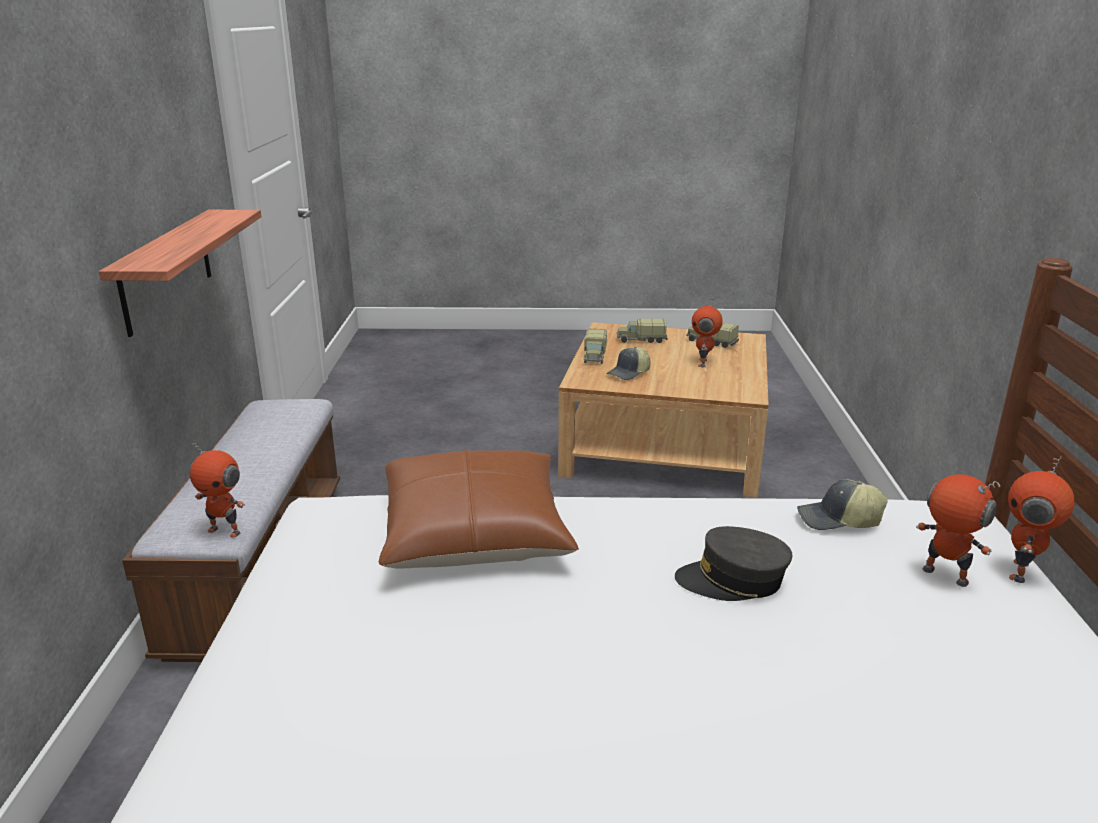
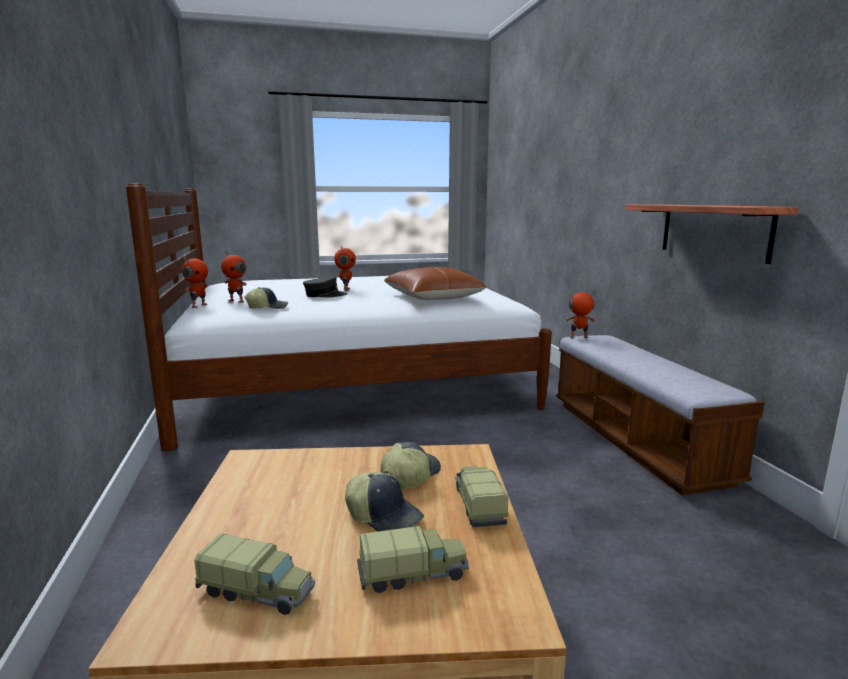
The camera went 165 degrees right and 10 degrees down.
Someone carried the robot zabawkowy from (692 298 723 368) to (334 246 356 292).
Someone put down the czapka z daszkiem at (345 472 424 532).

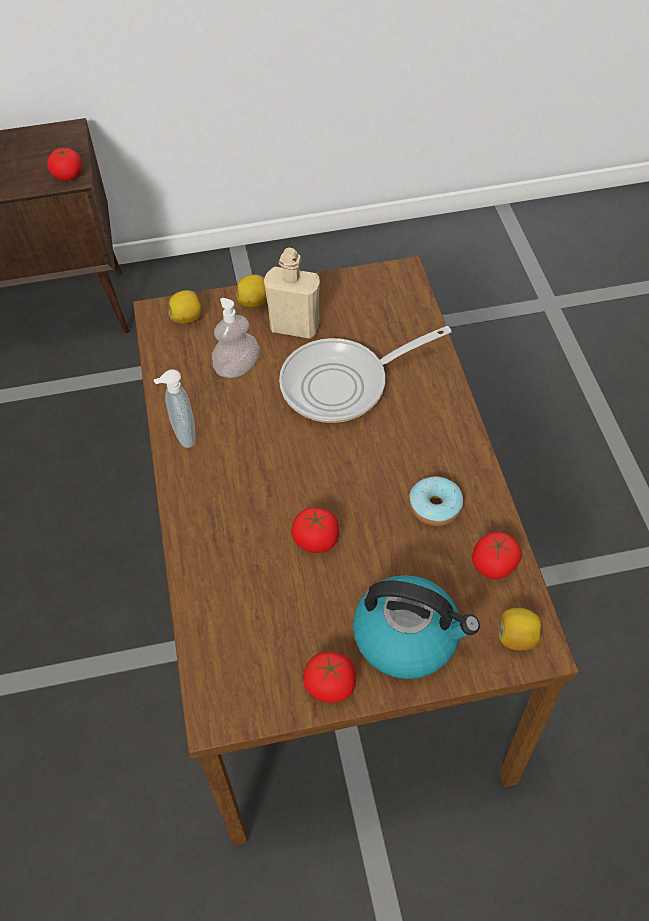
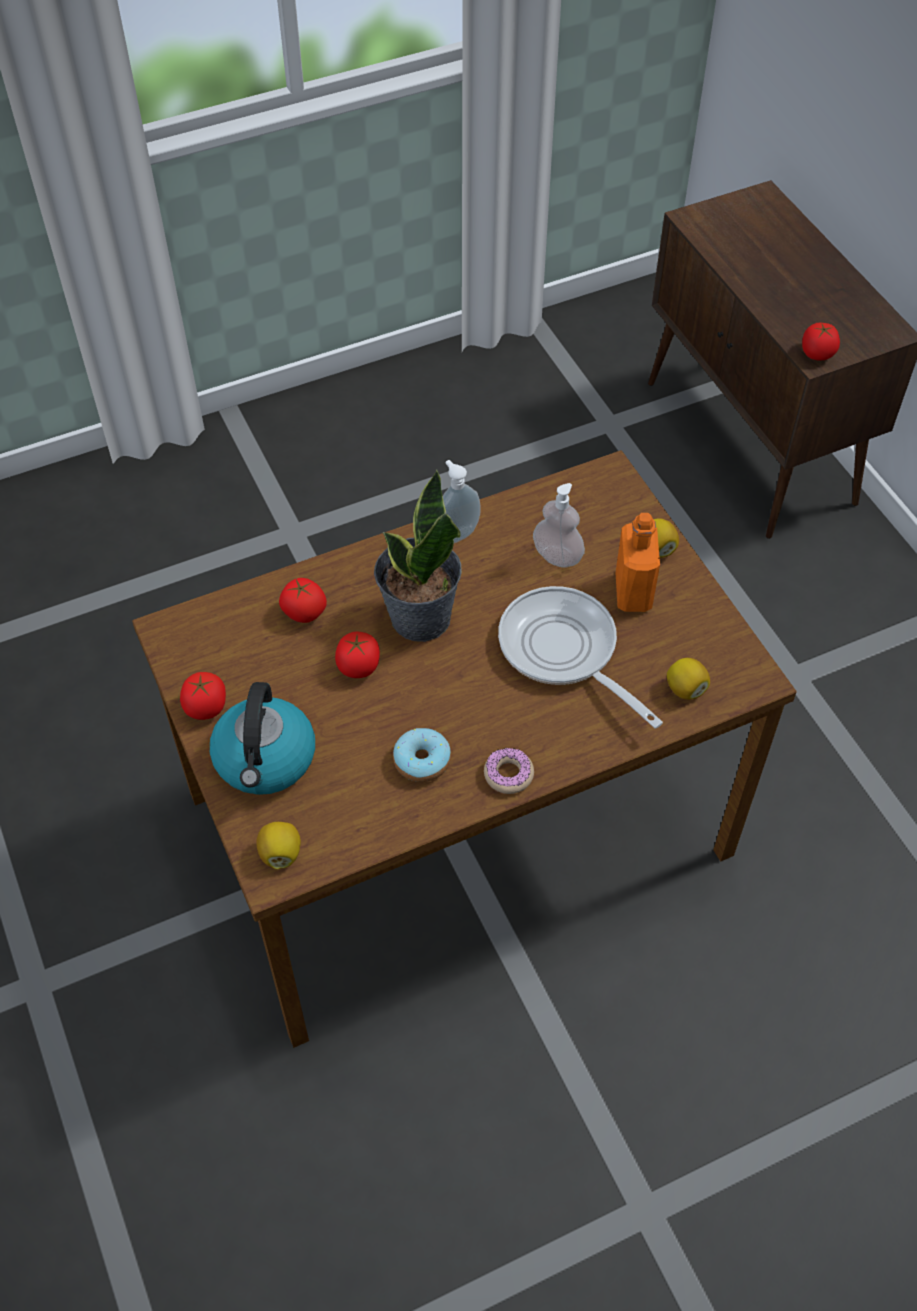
The camera went 75 degrees right and 0 degrees up.
Someone repainted the butelka/beżowy at (264 248 320 339), which became the butelka/pomarańczowy at (616 513 660 612).
Someone carried the cytryna from (168 290 202 324) to (667 658 710 700).
Someone carried the pomidor from (472 532 522 579) to (279 578 327 623).
Someone put down the roślina doniczkowa at (374 469 462 642).
Someone put down the donut at (484 748 534 794).

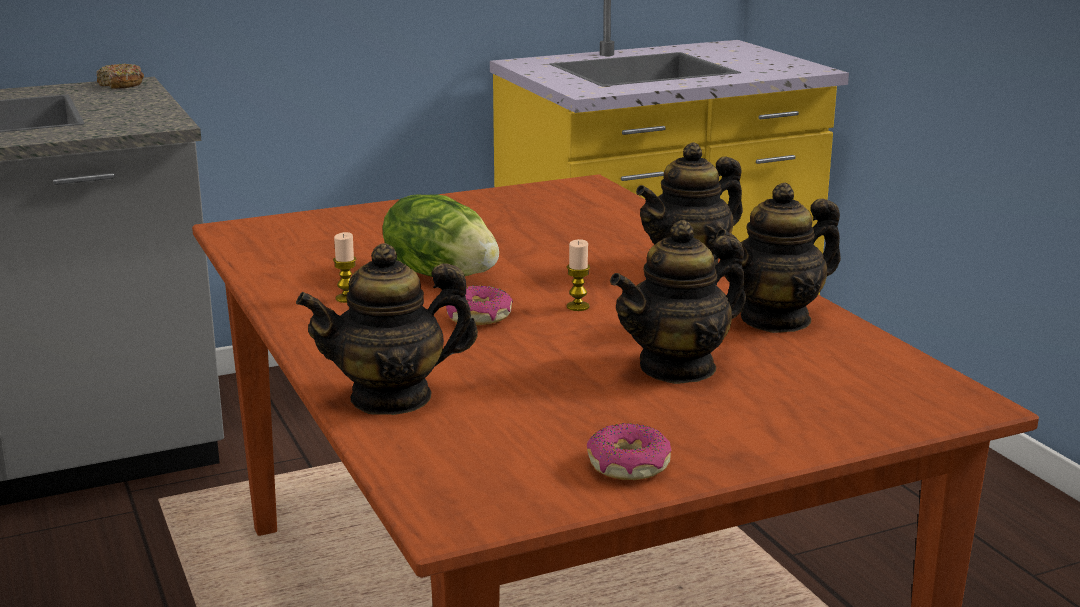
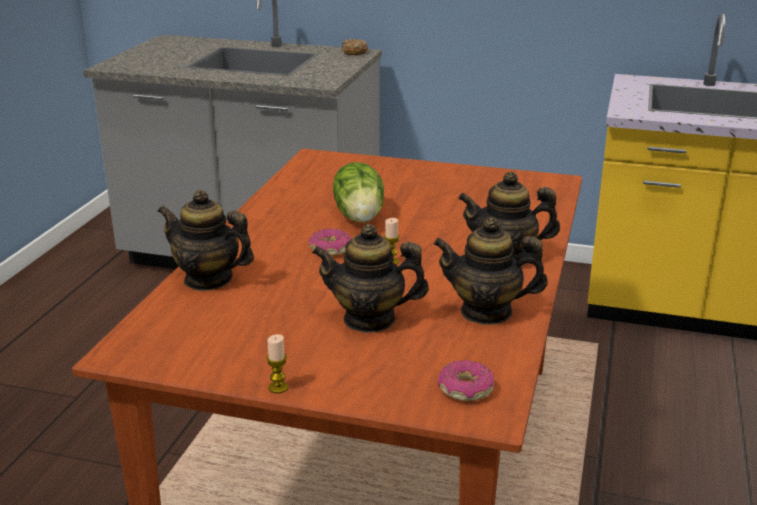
The camera went 40 degrees right and 5 degrees up.
Someone carried the świeca from (333 232 356 303) to (266 334 288 394).
Someone carried the donut from (587 423 671 480) to (438 360 494 401).

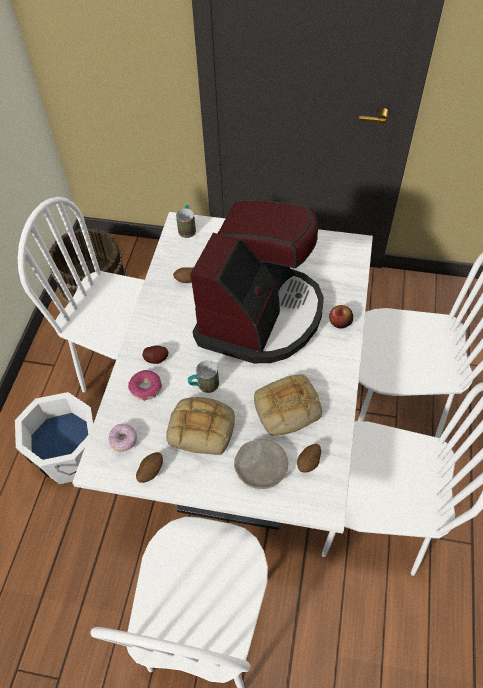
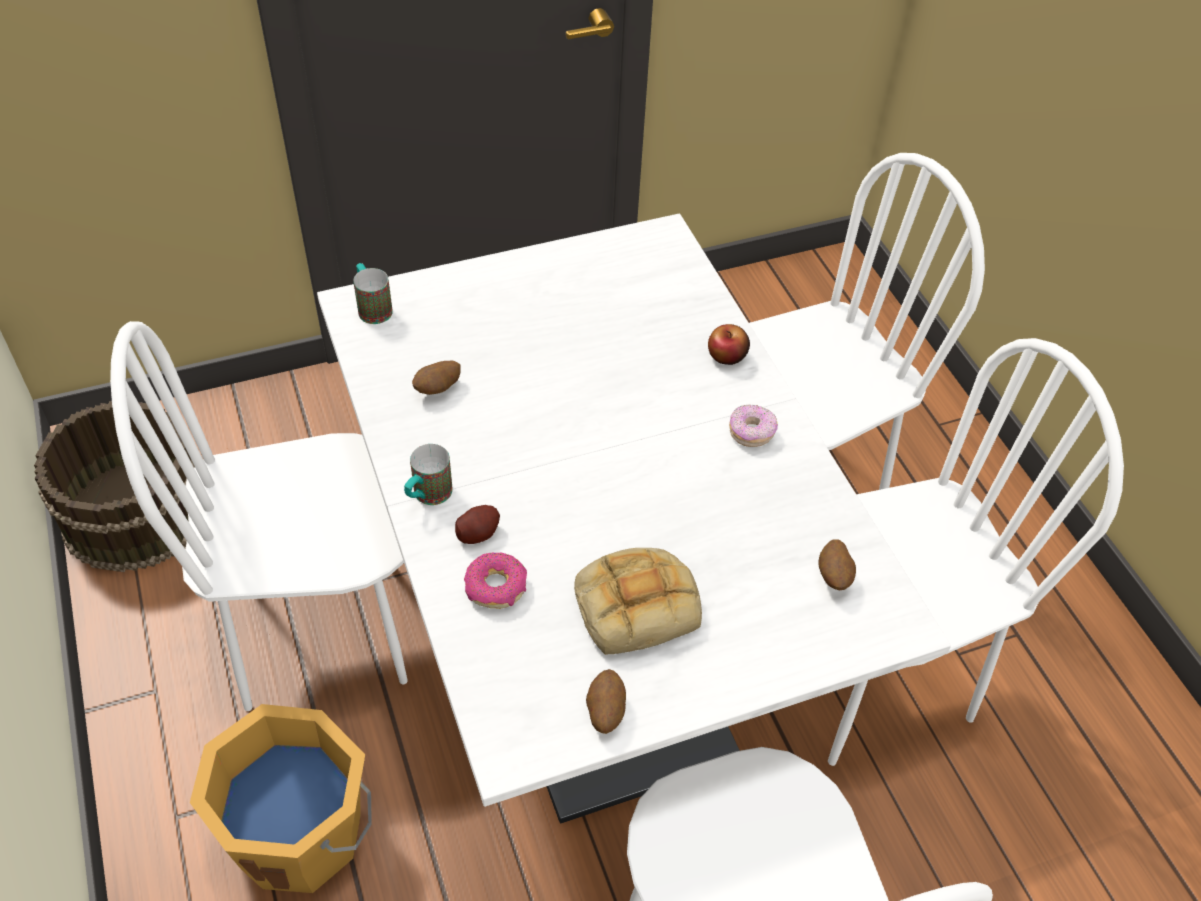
The camera went 35 degrees left and 5 degrees down.
Someone took away the ekspres do kawy at (190 199 324 363).
Someone carried the kubek from (188 360 219 393) to (404 444 453 505).
Someone took away the chleb at (254 375 322 436).
Someone repainted the wiadro/biały at (15 392 93 484), which became the wiadro/pomarańczowy at (190 704 372 893).
Someone carried the donut from (109 423 137 452) to (729 405 778 447).
Someone took away the talerz/beżowy at (234 439 288 489).

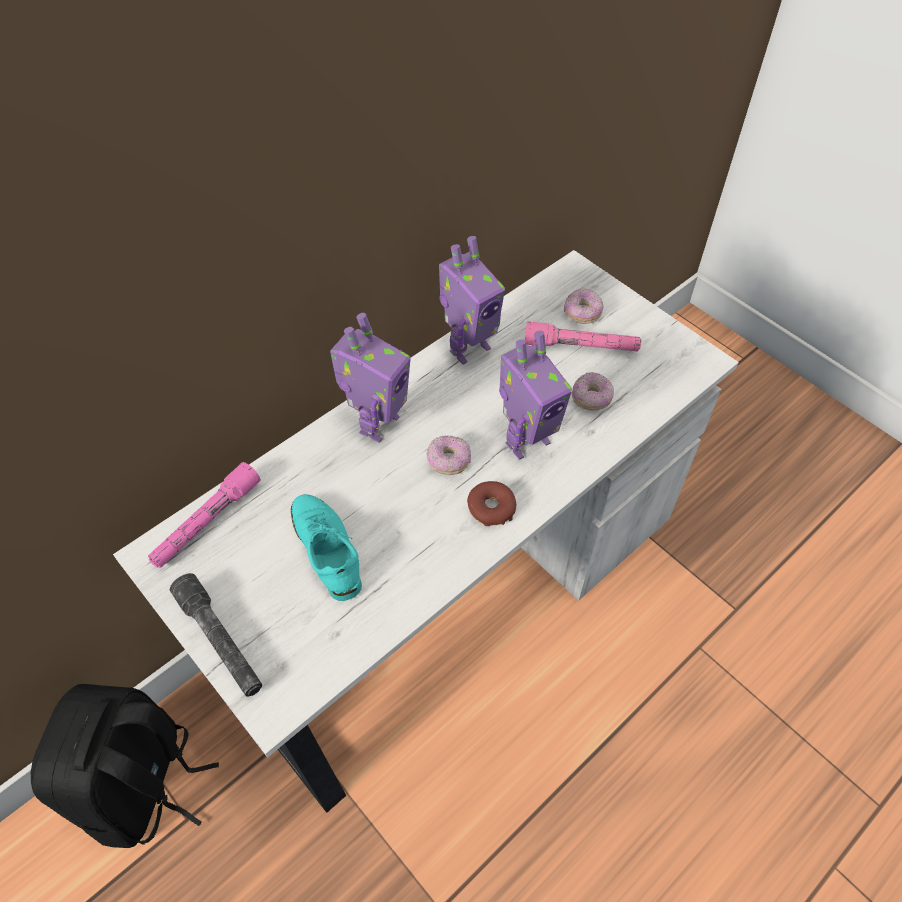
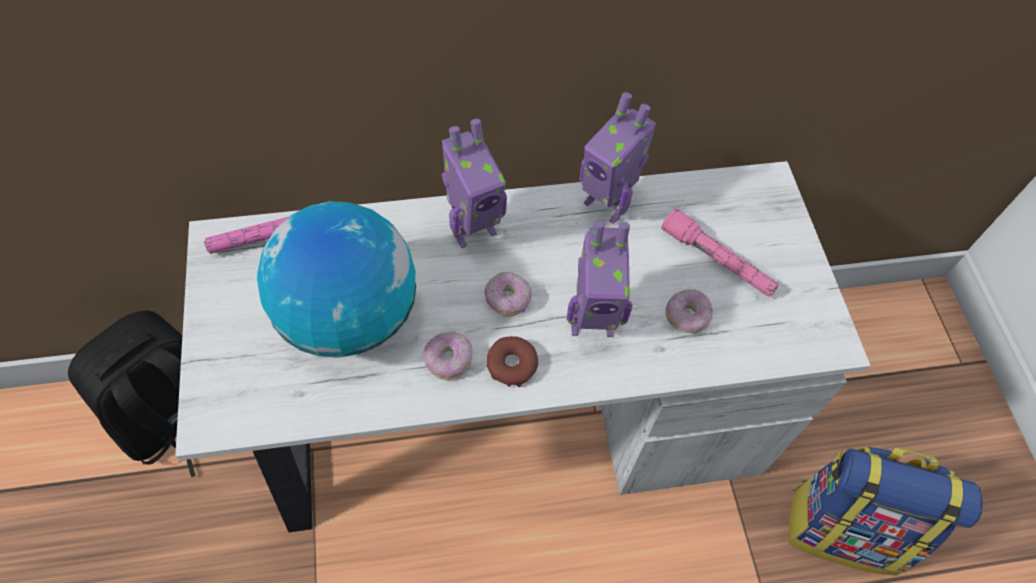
The camera went 30 degrees right and 5 degrees up.
Someone rotated the robot zabawkowy at (439 236 505 365) by 45 degrees clockwise.
Someone carried the donut from (564 288 603 324) to (423 332 473 380).
Someone swapped the but/turkusowy at (291 494 362 601) for the globus at (257 201 416 358).
Someone took away the latarka/szary at (170 573 262 697).
Someone put down the plecak at (789 446 983 575).

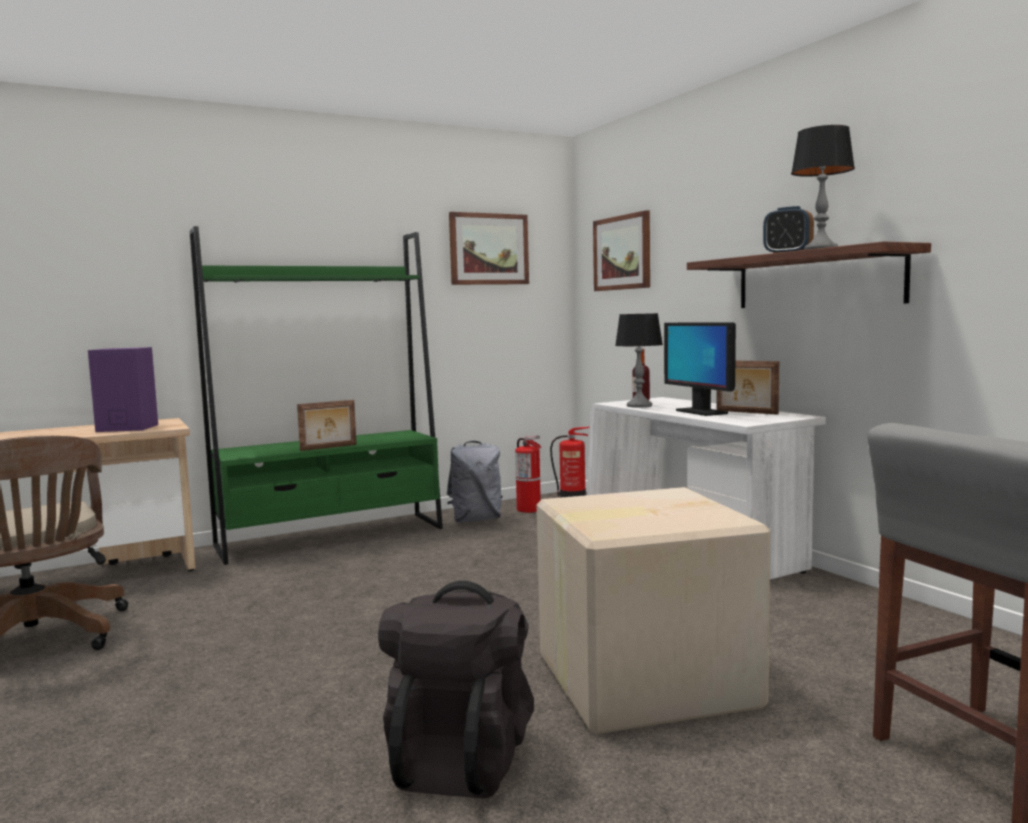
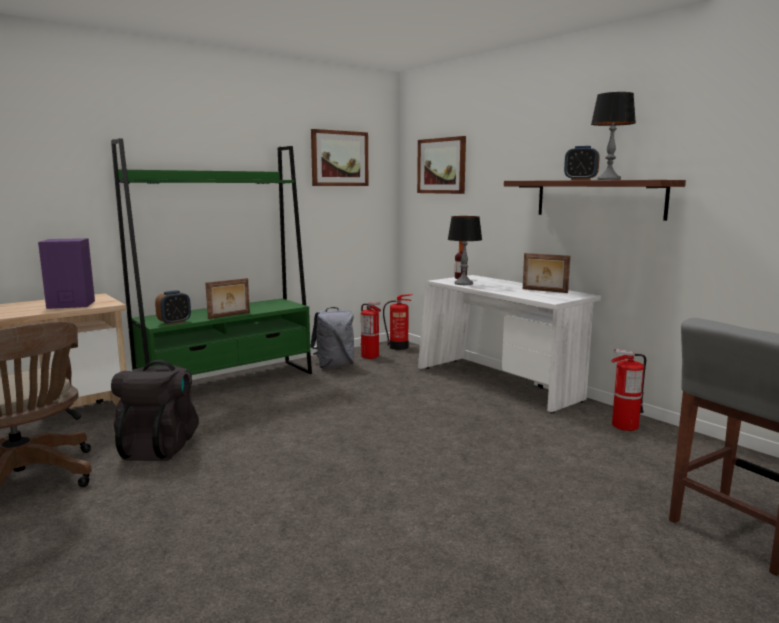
The camera went 10 degrees left and 5 degrees up.
Someone took away the monitor at (664 322 736 416).
Someone took away the karton at (537 487 770 734).
Someone carried the plecak/czarny from (378 581 534 798) to (111 360 199 461).
Someone put down the budzik at (155 290 191 325).
Someone put down the gaśnica at (611 349 646 431).

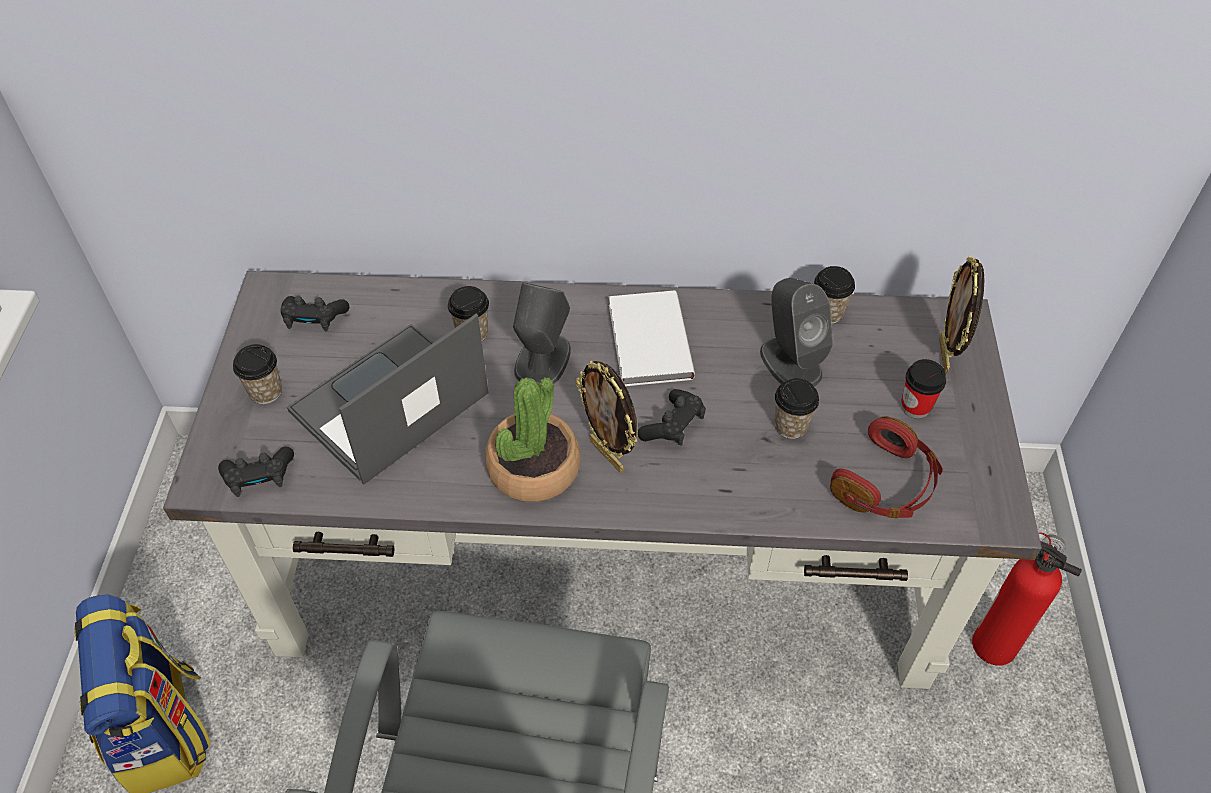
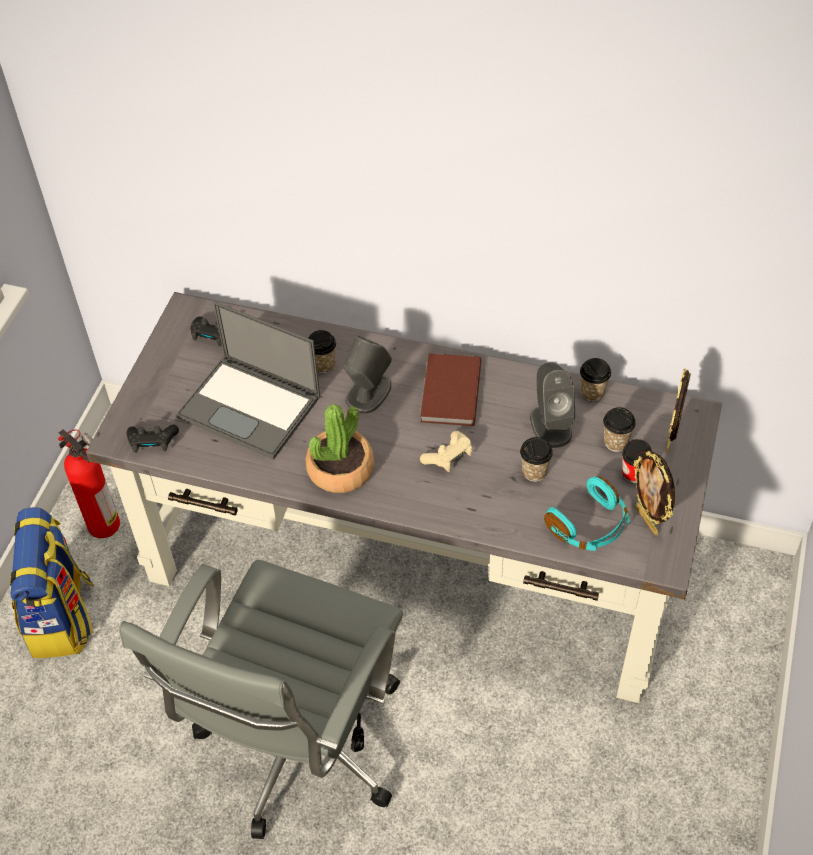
The camera went 15 degrees right and 0 degrees up.
Someone repainted the książka/biały at (609 291 695 386), which became the książka/brązowy at (420 354 481 426).
Someone rotated the laptop at (287 314 488 485) by 120 degrees counterclockwise.
Someone carried the filiżanka from (233 344 282 404) to (603 407 636 452).
Someone carried the ramka na zdjęcie from (575 360 637 472) to (634 451 675 535).
Someone repainted the pad do gier/czarny at (638 389 706 446), which became the pad do gier/beżowy at (420 431 472 472).
Someone repainted the słuchawki/czerwony at (830 416 943 518), which became the słuchawki/turkusowy at (544 476 630 551).
Someone carried the gaśnica from (972 532 1082 666) to (58 429 120 538).

